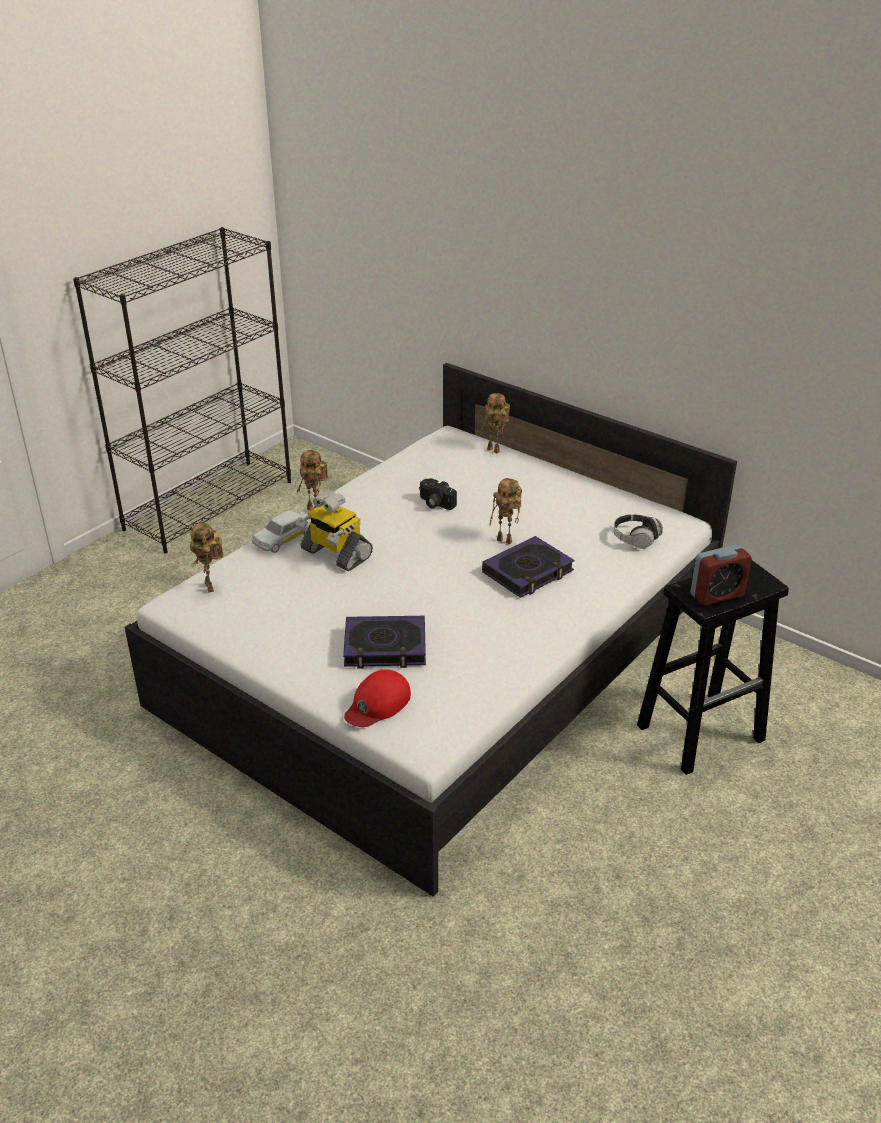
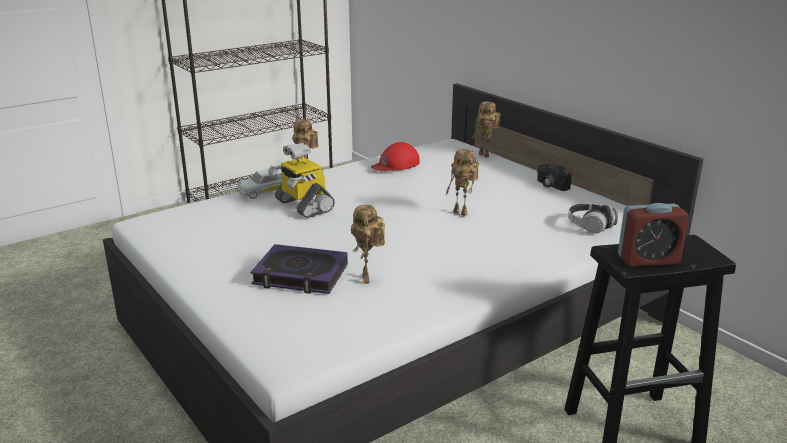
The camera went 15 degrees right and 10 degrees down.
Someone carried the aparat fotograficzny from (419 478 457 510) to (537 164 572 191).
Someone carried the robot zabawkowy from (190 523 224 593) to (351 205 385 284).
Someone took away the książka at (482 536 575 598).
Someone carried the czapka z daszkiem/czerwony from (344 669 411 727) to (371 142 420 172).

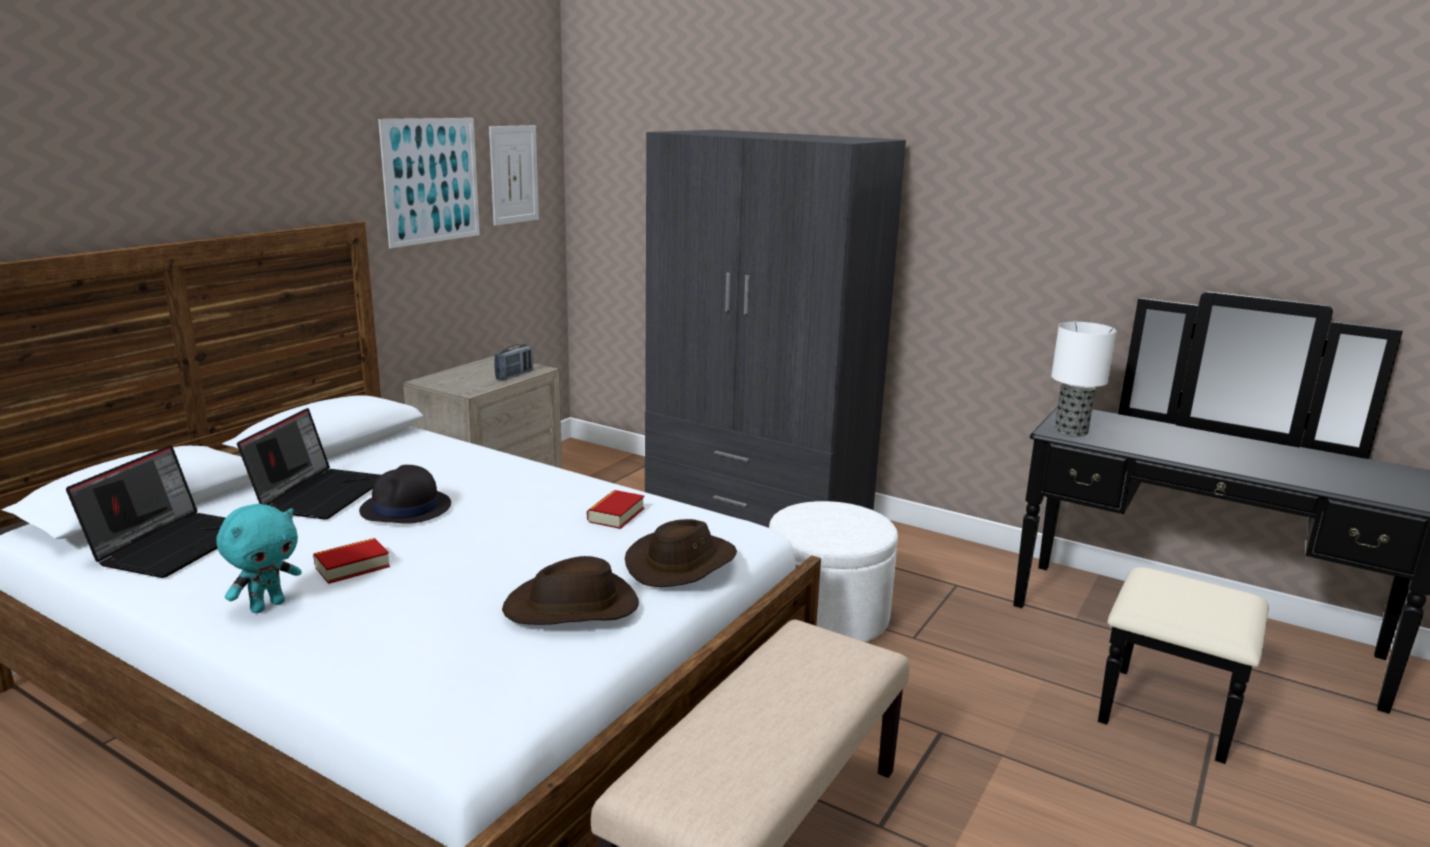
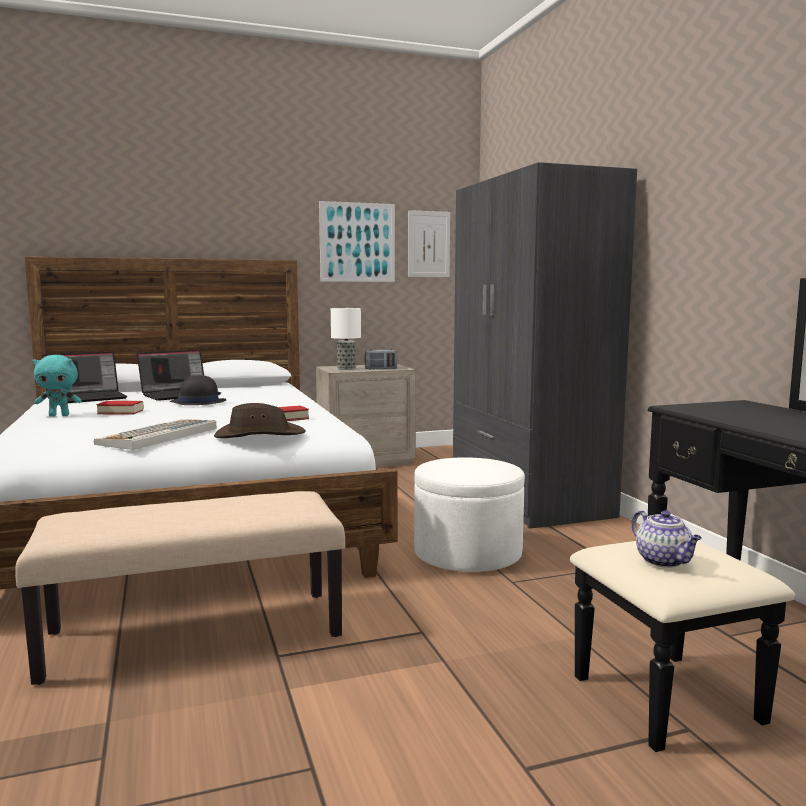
The camera went 40 degrees right and 10 degrees down.
Someone carried the lampa stołowa from (1051 322 1117 437) to (331 308 361 370).
Someone swapped the kapelusz/brązowy at (502 556 639 625) for the klawiatura at (94 419 217 450).
Someone put down the imbryk at (632 510 702 568).

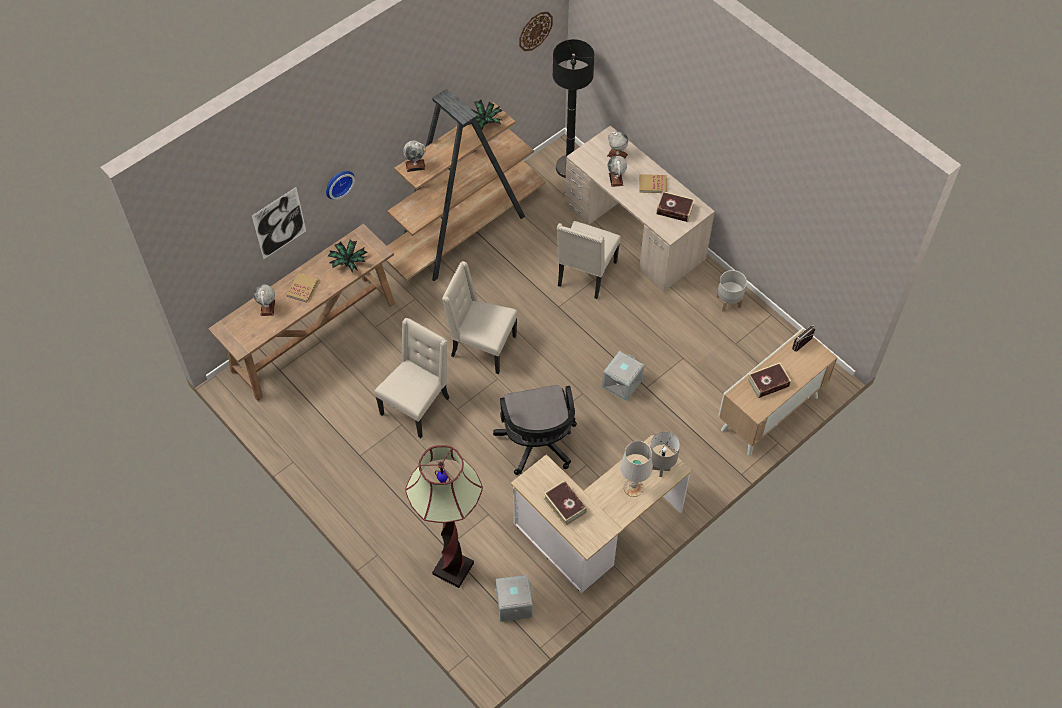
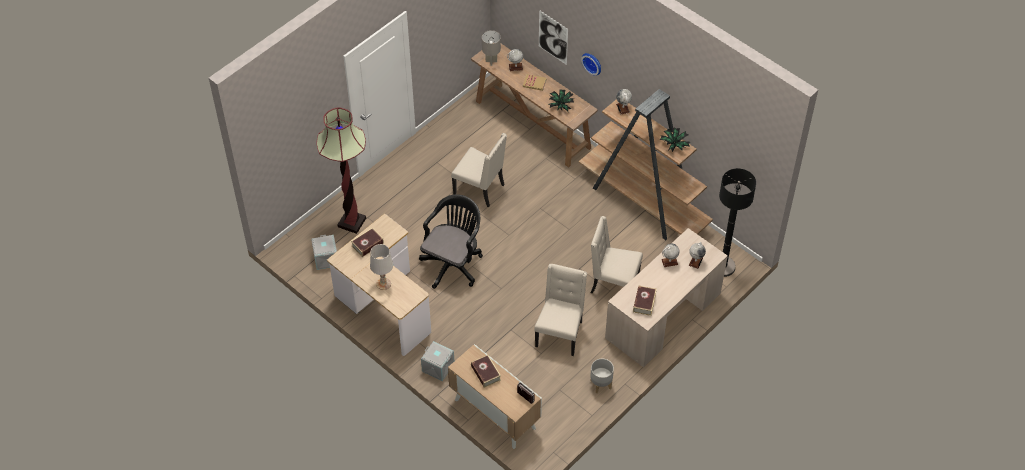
The camera went 85 degrees right and 5 degrees down.
Someone took away the zegar ścienny at (519 12 553 51).
Someone took away the książka at (639 174 667 193).
Someone carried the krzesło/beżowy from (442 261 518 374) to (534 264 587 356).
Someone carried the pojemnik do przechowywania/szary from (602 351 645 401) to (421 341 454 381).
Someone rotated the krzesło biurowe/czarny at (493 385 577 475) by 135 degrees clockwise.
Someone carried the lampa stołowa/szary from (650 432 680 477) to (482 30 501 66).

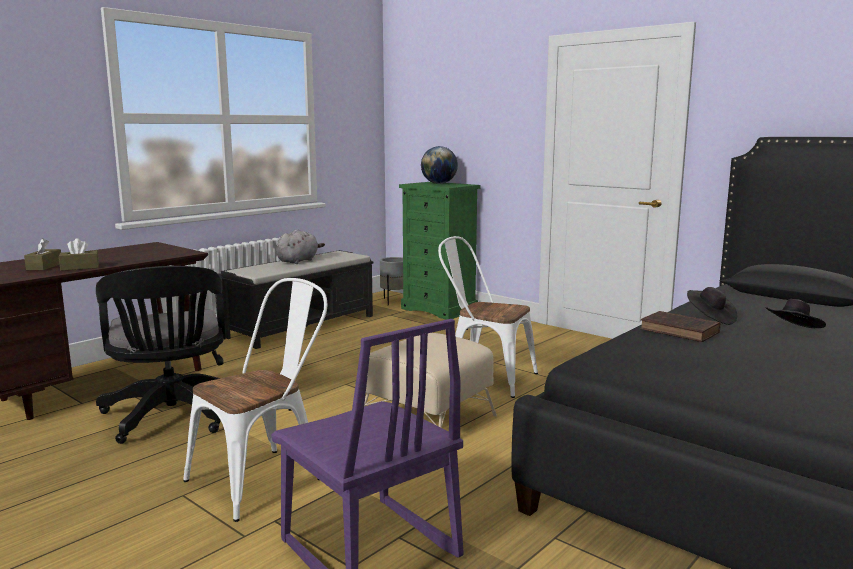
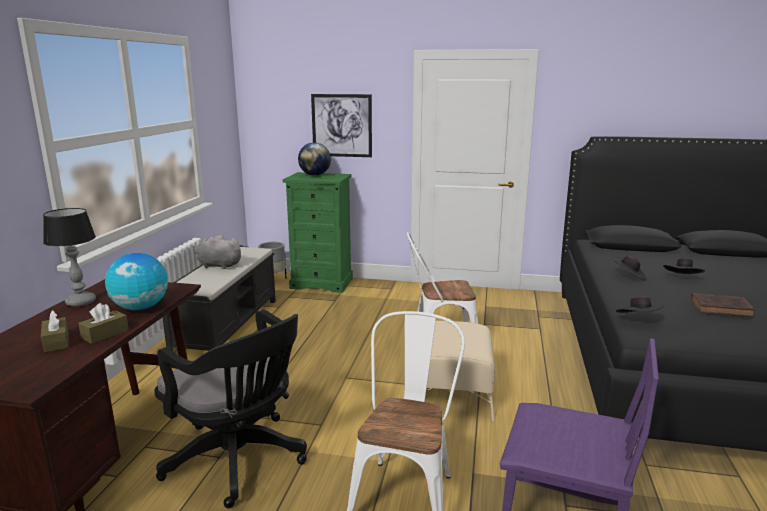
The camera went 30 degrees left and 5 degrees up.
Someone rotated the pluszak/szary at (276 229 325 264) by 75 degrees counterclockwise.
Someone carried the książka/brązowy from (640 311 721 342) to (691 293 755 317).
Someone put up the obraz at (311 94 372 157).
Someone put down the lampa stołowa at (43 208 96 307).
Someone put down the globus at (105 253 168 310).
Someone put down the kapelusz/czarny at (616 296 664 313).

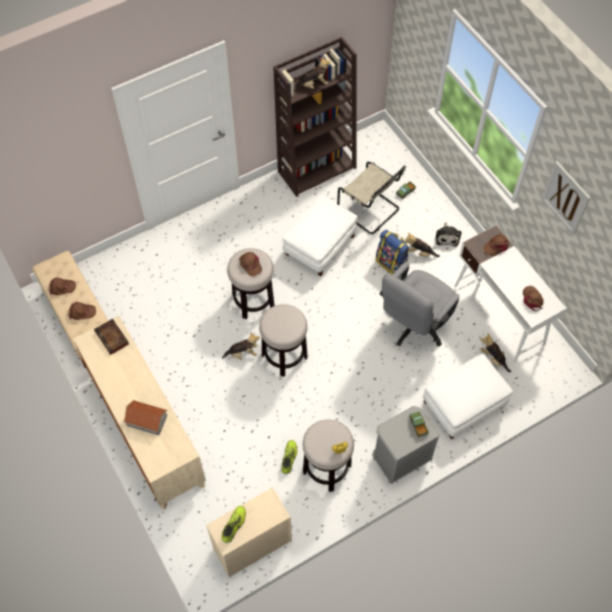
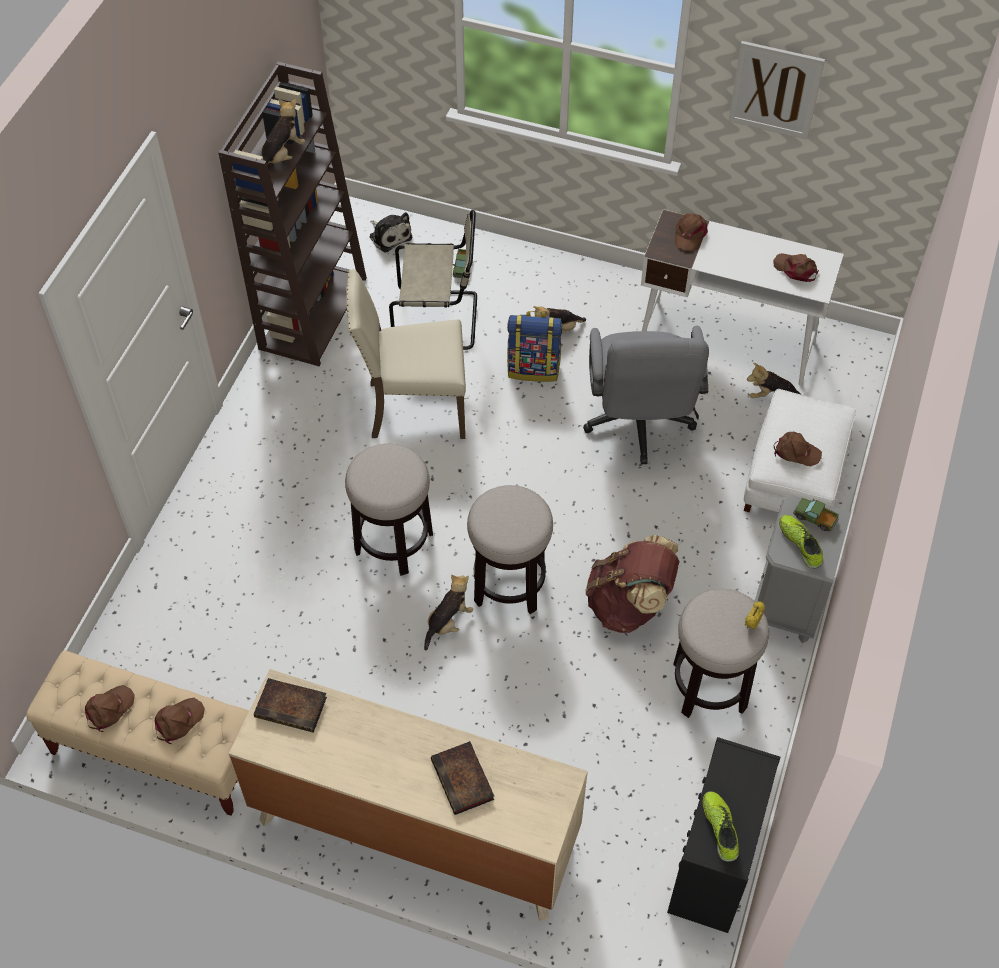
The camera went 40 degrees left and 5 degrees down.
Someone swapped the pufa/biały at (283 195 357 276) for the krzesło/beżowy at (346 269 466 439).
Someone carried the pluszak from (435 222 461 246) to (370 212 412 253).
Someone carried the czapka z daszkiem/brązowy from (239 252 262 276) to (774 432 822 466).
Someone swapped the domek at (123 400 167 435) for the książka at (431 741 494 815).
Someone carried the but from (281 440 297 474) to (779 515 823 569).
Someone repainted the komoda/beżowy at (206 487 292 578), which became the komoda/czarny at (667 737 781 933).
Someone put down the plecak/brązowy at (585 535 680 633).

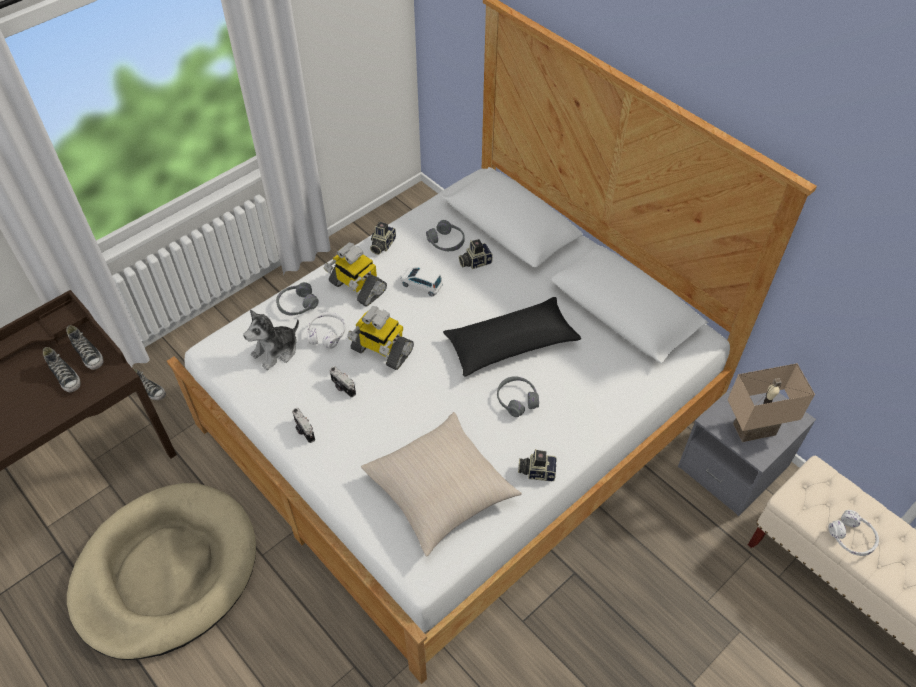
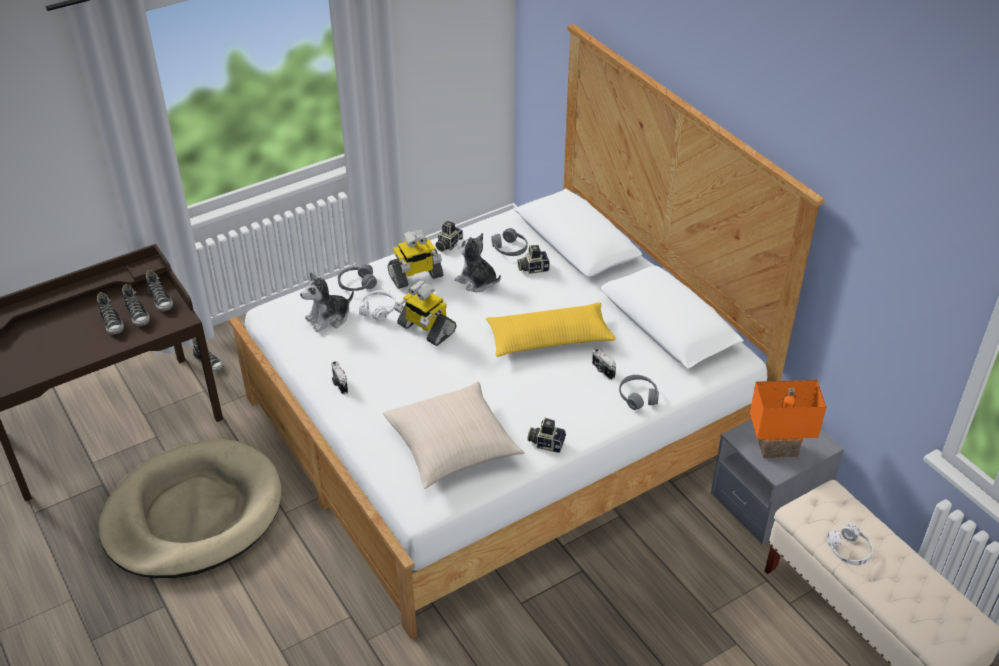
The camera went 10 degrees right and 10 degrees down.
Someone rotated the robot zabawkowy at (323 242 387 306) by 75 degrees counterclockwise.
Someone swapped the samochodzik/biały at (401 267 443 297) for the pluszak at (455 233 501 292).
Someone repainted the poduszka/czarny at (443 297 581 377), which became the poduszka/żółty at (486 302 616 357).
Someone repainted the lampa stołowa/beżowy at (728 363 815 442), which became the lampa stołowa/pomarańczowy at (750 380 827 458).
Someone carried the aparat fotograficzny from (329 366 356 397) to (592 349 616 380).
Someone carried the słuchawki/szary from (497 376 539 417) to (619 375 659 410).
Someone put down the but at (97 292 124 335).

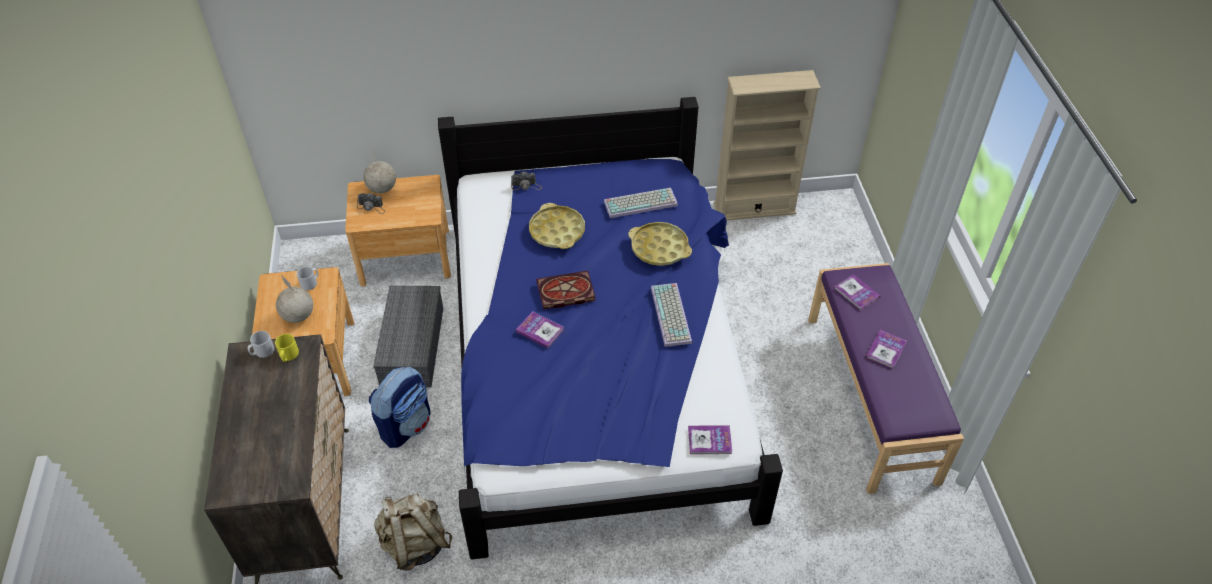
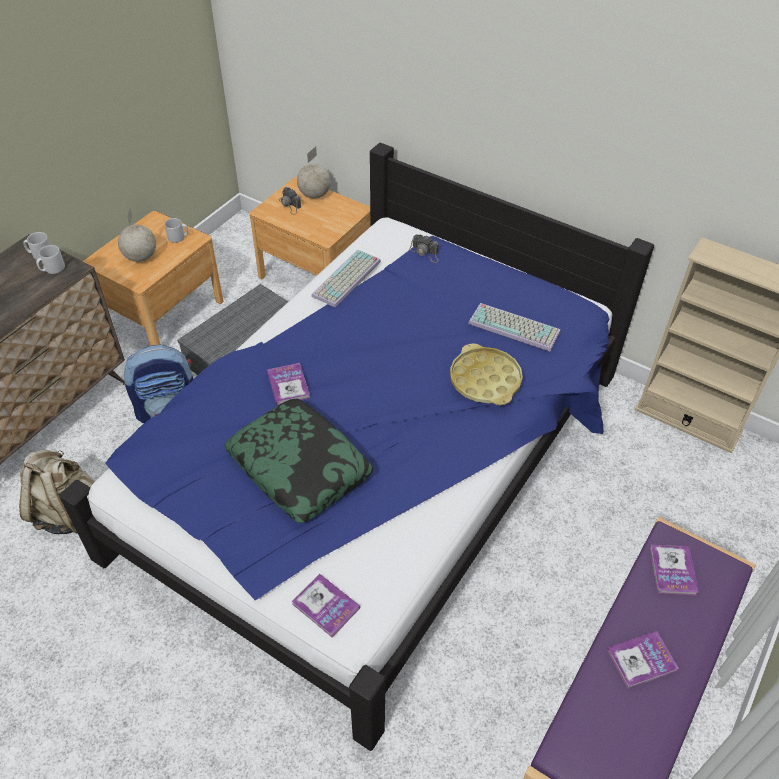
The camera went 40 degrees right and 0 degrees up.
Someone took away the taca/żółty at (529 203 585 249).
Someone took away the książka at (536 271 596 309).
Someone carried the klawiatura from (651 283 692 347) to (311 249 381 308).
Someone repainted the kubek/żółty at (275 334 299 362), which became the kubek/szary at (36 245 65 274).
Someone put down the poduszka at (224 398 374 523).

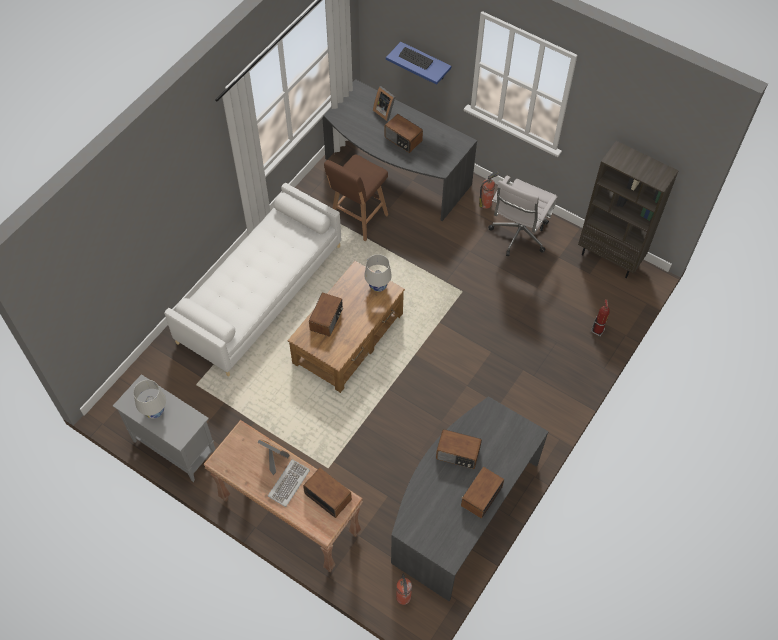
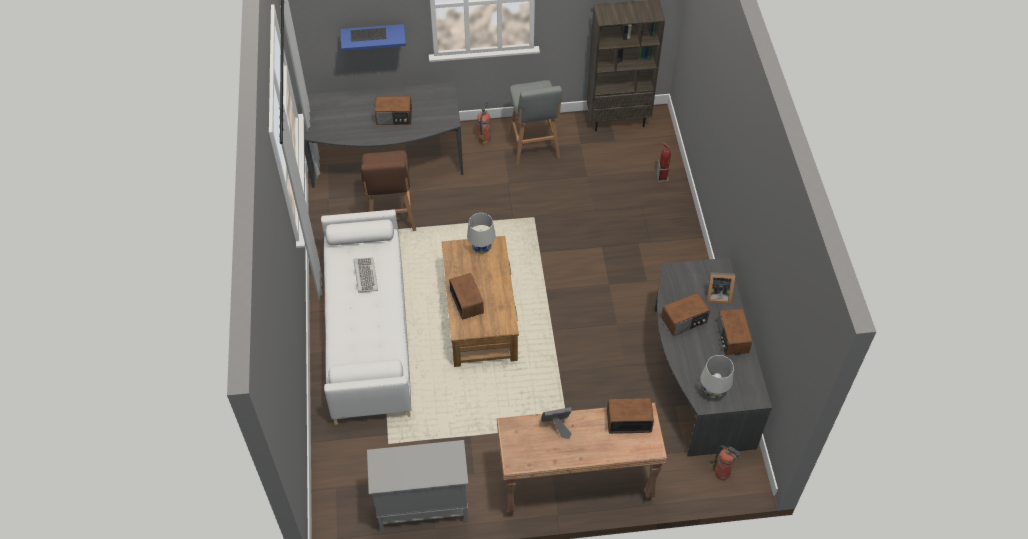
The camera went 40 degrees left and 5 degrees down.
Someone carried the ramka na zdjęcie from (373 86 395 121) to (706 272 735 304).
Someone swapped the krzesło biurowe/biały at (488 175 558 256) for the stołek/szary at (508 80 562 164).
Someone carried the lampa stołowa/biały from (133 380 166 419) to (700 355 734 398).
Someone carried the klawiatura from (268 459 310 507) to (354 258 378 292).

